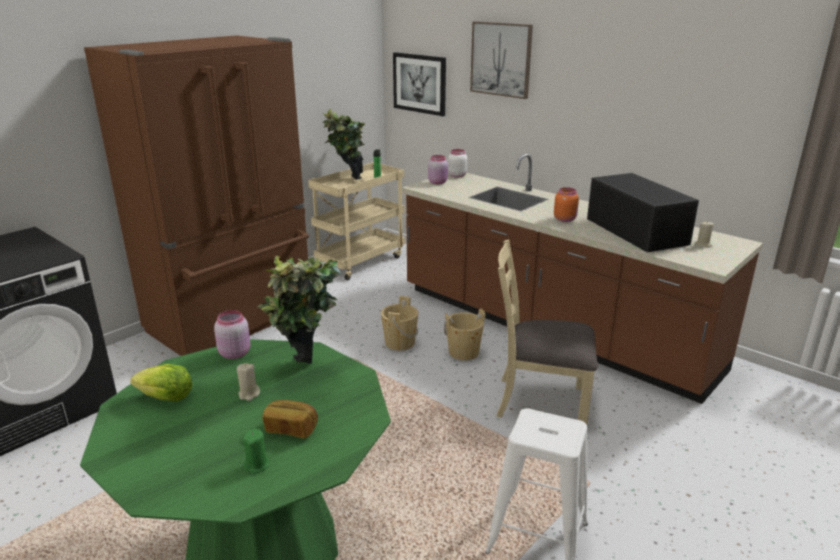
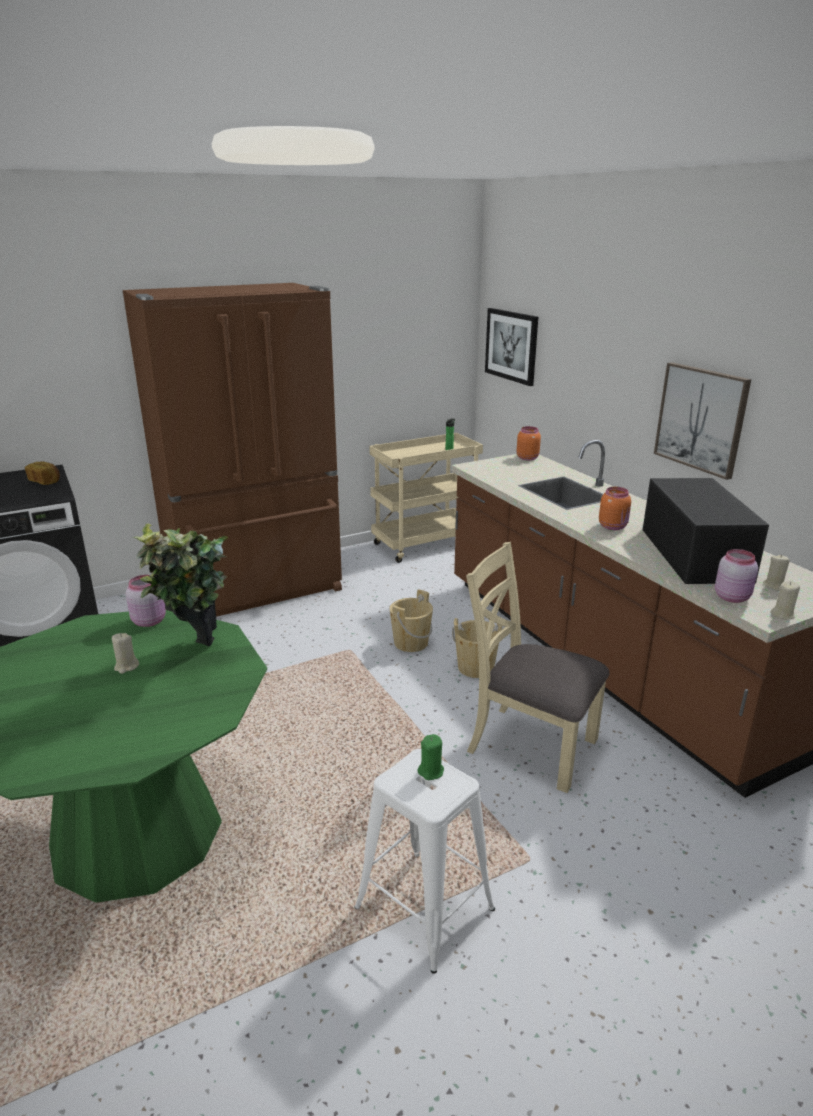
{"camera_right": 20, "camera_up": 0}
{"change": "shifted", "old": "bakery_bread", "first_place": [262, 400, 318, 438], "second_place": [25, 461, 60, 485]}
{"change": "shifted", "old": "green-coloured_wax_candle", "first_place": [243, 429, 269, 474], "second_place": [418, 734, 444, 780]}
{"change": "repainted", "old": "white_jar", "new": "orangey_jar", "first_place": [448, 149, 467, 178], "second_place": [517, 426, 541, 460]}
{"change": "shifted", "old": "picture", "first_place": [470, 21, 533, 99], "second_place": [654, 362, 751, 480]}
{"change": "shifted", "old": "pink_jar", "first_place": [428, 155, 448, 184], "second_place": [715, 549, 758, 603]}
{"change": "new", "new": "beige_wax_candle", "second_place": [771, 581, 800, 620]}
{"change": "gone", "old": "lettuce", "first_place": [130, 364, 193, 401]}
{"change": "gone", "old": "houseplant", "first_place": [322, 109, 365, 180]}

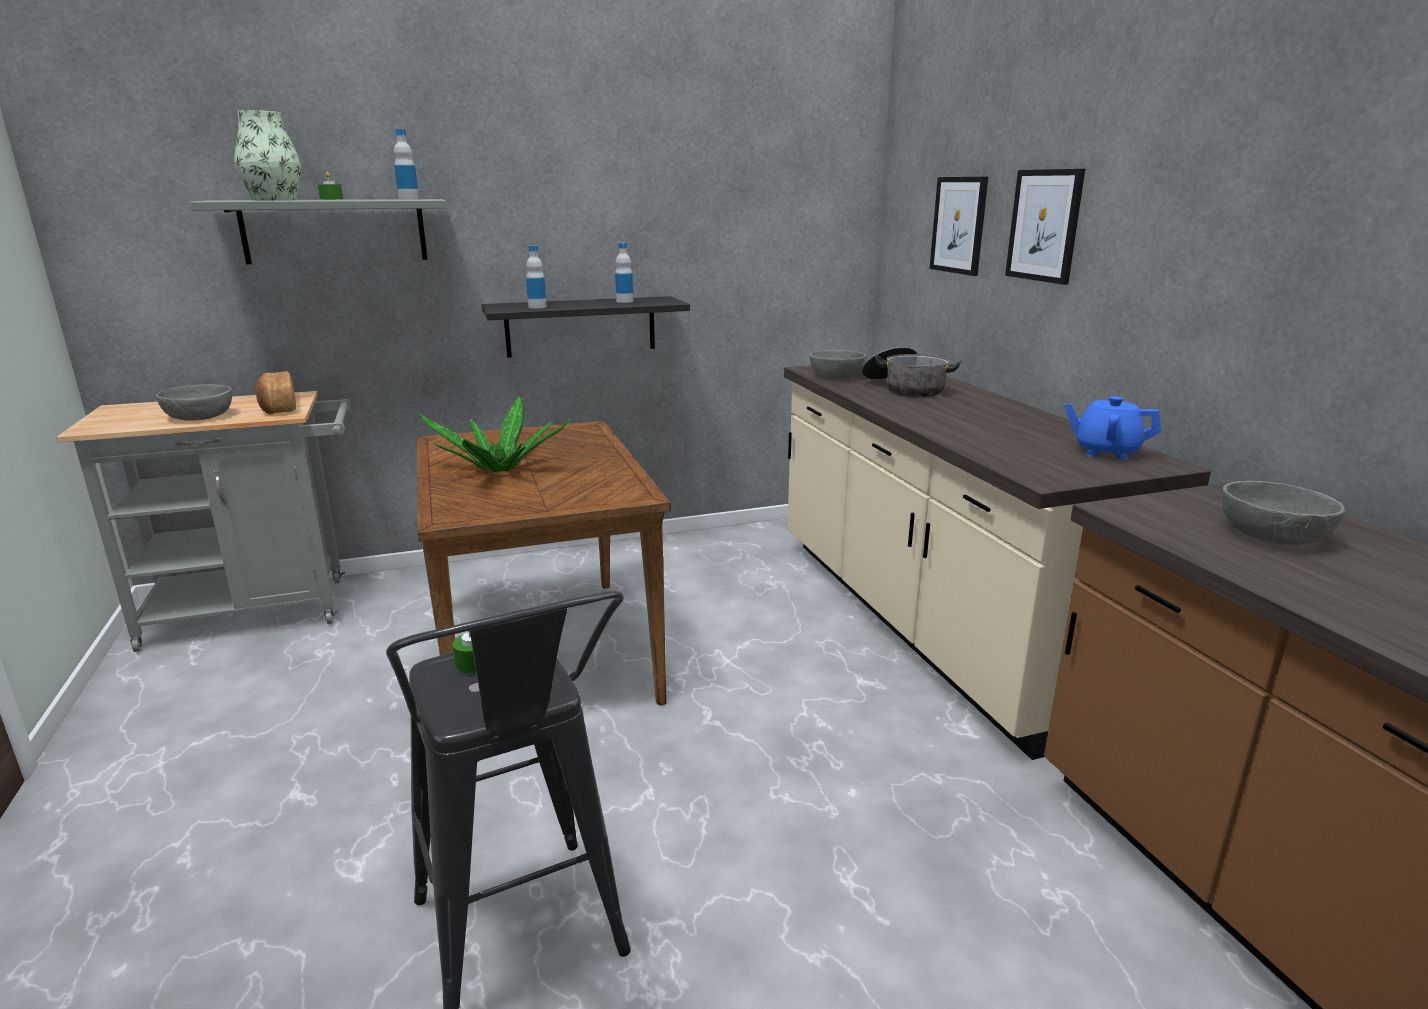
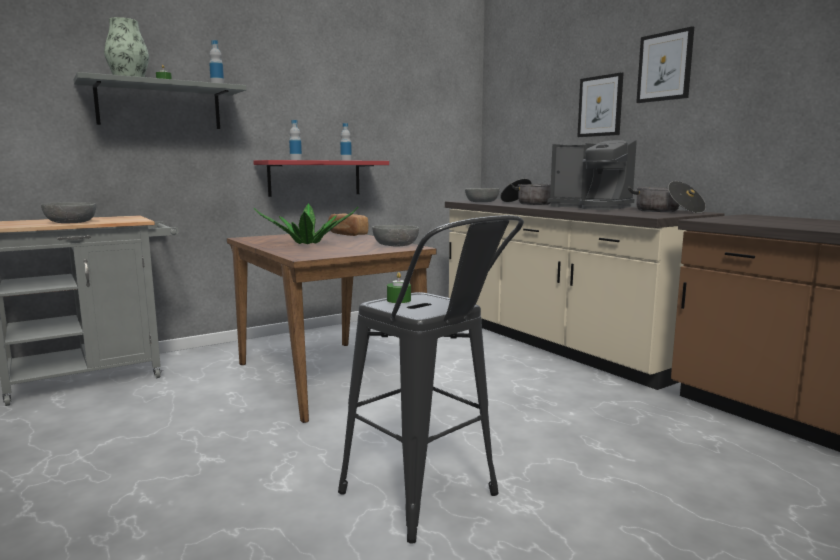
{"camera_right": -15, "camera_up": -10}
{"change": "repainted", "old": "black-coloured_wall_shelf", "new": "red-coloured_wall_shelf", "first_place": [481, 296, 690, 358], "second_place": [253, 160, 389, 197]}
{"change": "shifted", "old": "bakery_bread", "first_place": [255, 371, 296, 414], "second_place": [328, 213, 368, 236]}
{"change": "shifted", "old": "gray_serving_bowl", "first_place": [1222, 481, 1345, 545], "second_place": [372, 225, 419, 247]}
{"change": "new", "new": "coffee_maker", "second_place": [547, 140, 637, 210]}
{"change": "swapped", "old": "blue-coloured_pot_for_tea", "new": "stockpot", "first_place": [1064, 396, 1161, 460], "second_place": [628, 181, 706, 213]}
{"change": "shifted", "old": "picture", "first_place": [930, 177, 988, 276], "second_place": [636, 26, 694, 103]}

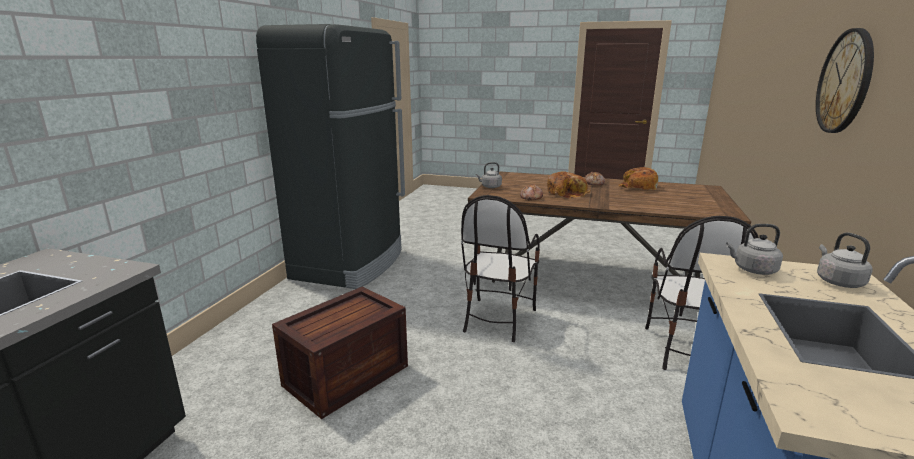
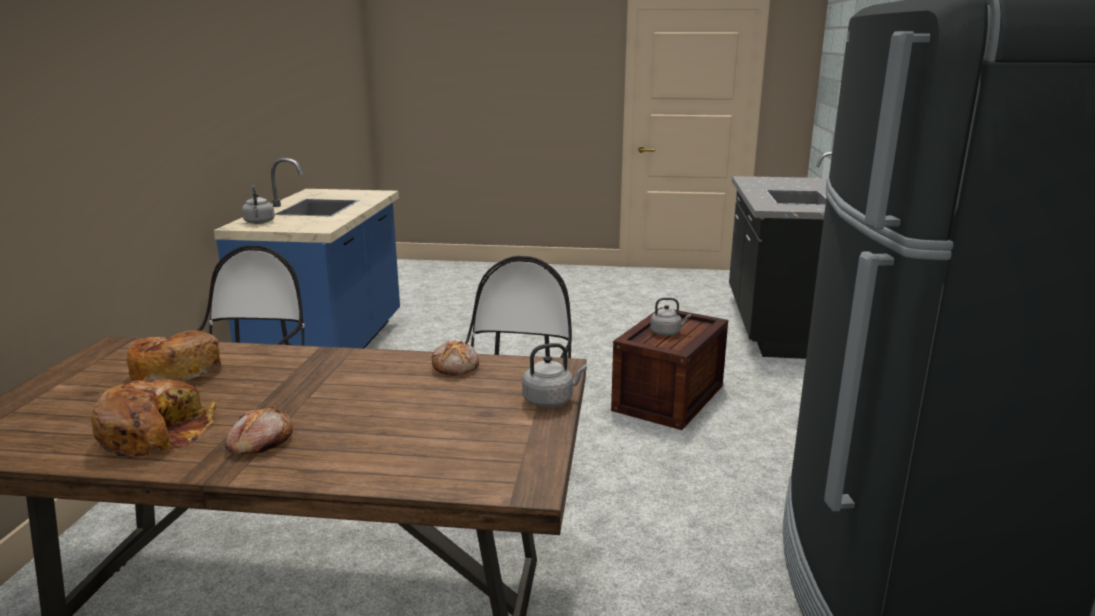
{"camera_right": 170, "camera_up": 0}
{"change": "shifted", "old": "bakery_bread", "first_place": [547, 172, 591, 198], "second_place": [127, 330, 222, 382]}
{"change": "shifted", "old": "gray_kettle", "first_place": [726, 224, 783, 275], "second_place": [650, 298, 691, 336]}
{"change": "gone", "old": "wall_clock", "first_place": [816, 28, 874, 133]}

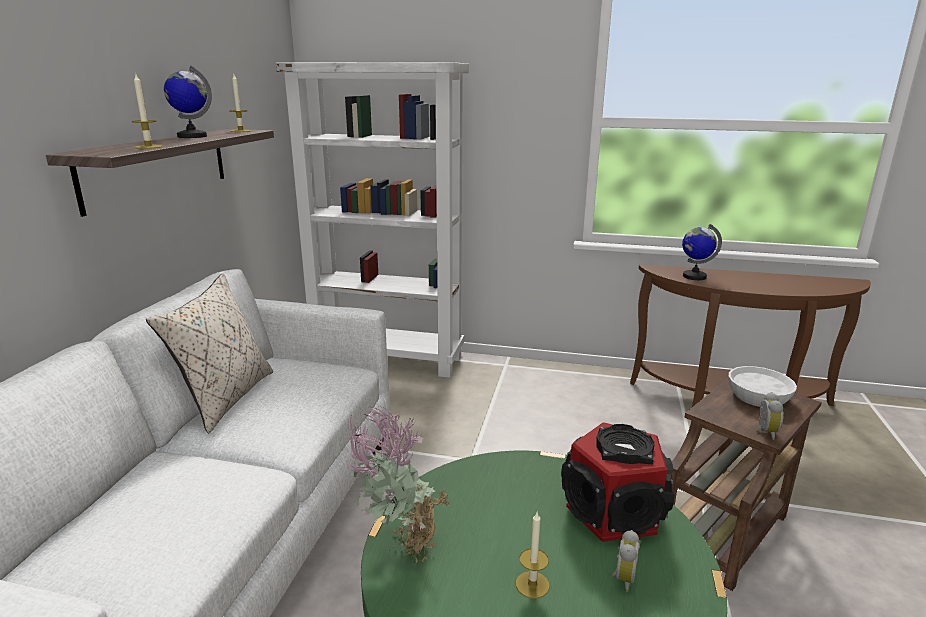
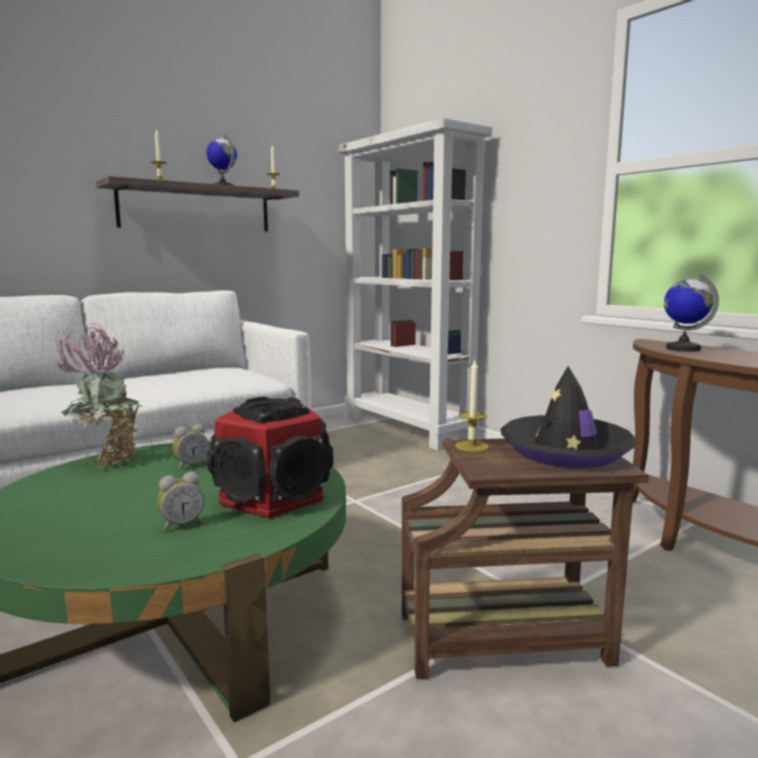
{"camera_right": 40, "camera_up": -10}
{"change": "shifted", "old": "bedside_clock", "first_place": [755, 392, 783, 440], "second_place": [172, 424, 209, 470]}
{"change": "shifted", "old": "wax_candle", "first_place": [516, 512, 550, 599], "second_place": [455, 360, 489, 452]}
{"change": "swapped", "old": "white_serving_bowl", "new": "black-coloured_clothing_hat", "first_place": [729, 366, 797, 407], "second_place": [501, 366, 638, 468]}
{"change": "gone", "old": "beige_pillow", "first_place": [146, 273, 273, 433]}

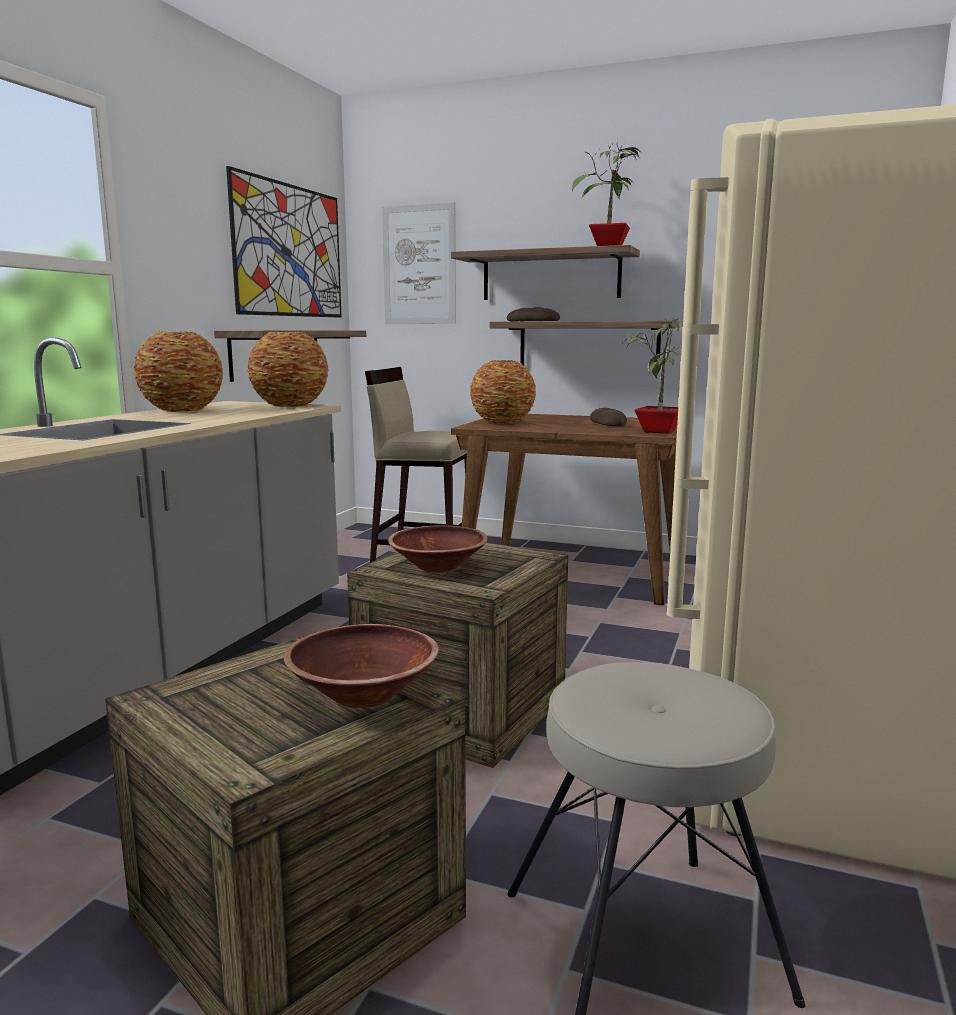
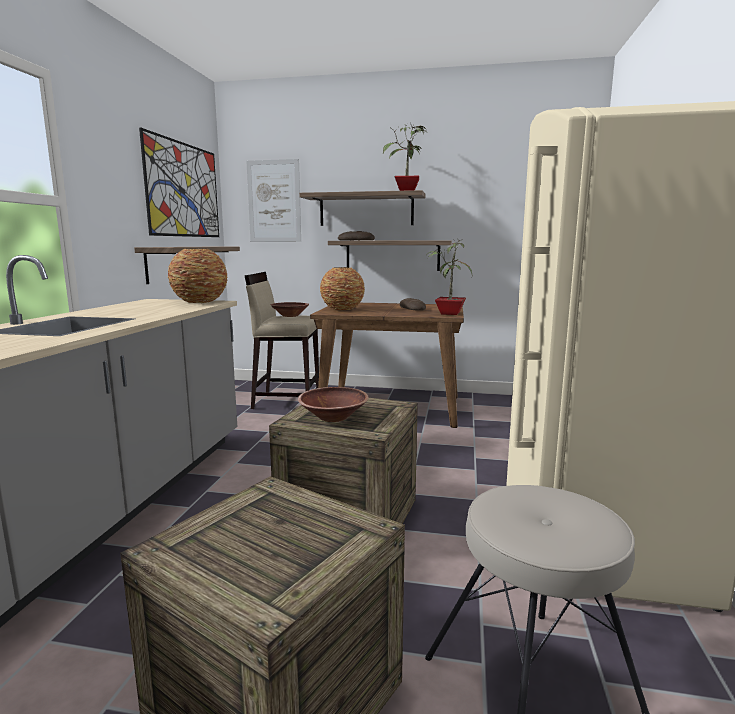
{"camera_right": -10, "camera_up": 0}
{"change": "shifted", "old": "brownish_serving_bowl", "first_place": [284, 624, 439, 708], "second_place": [270, 302, 309, 317]}
{"change": "gone", "old": "flower_vase", "first_place": [134, 332, 223, 412]}

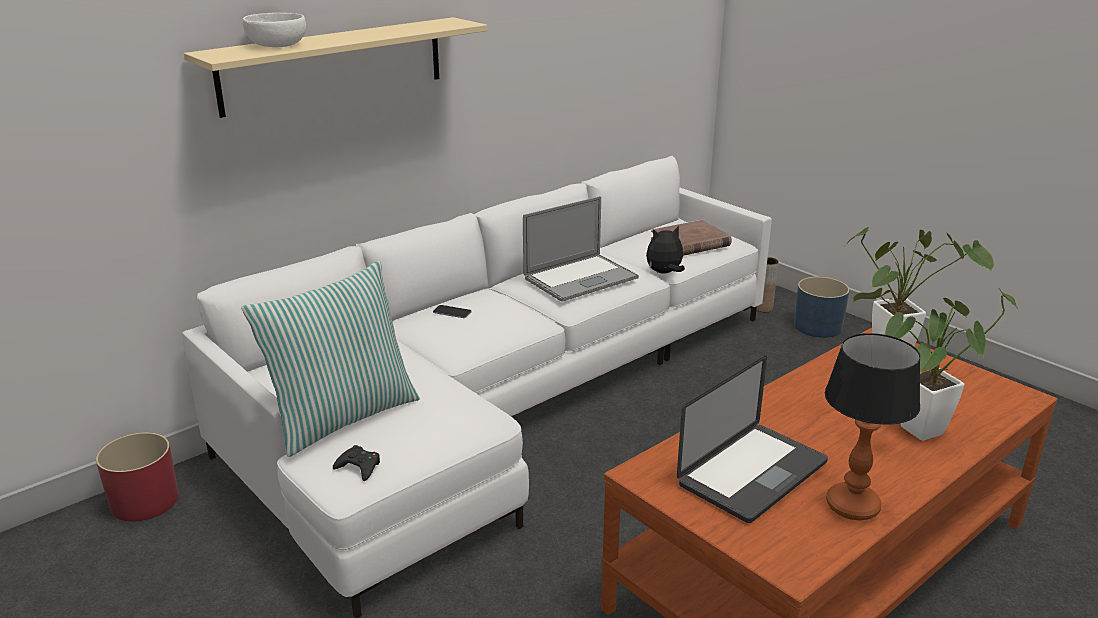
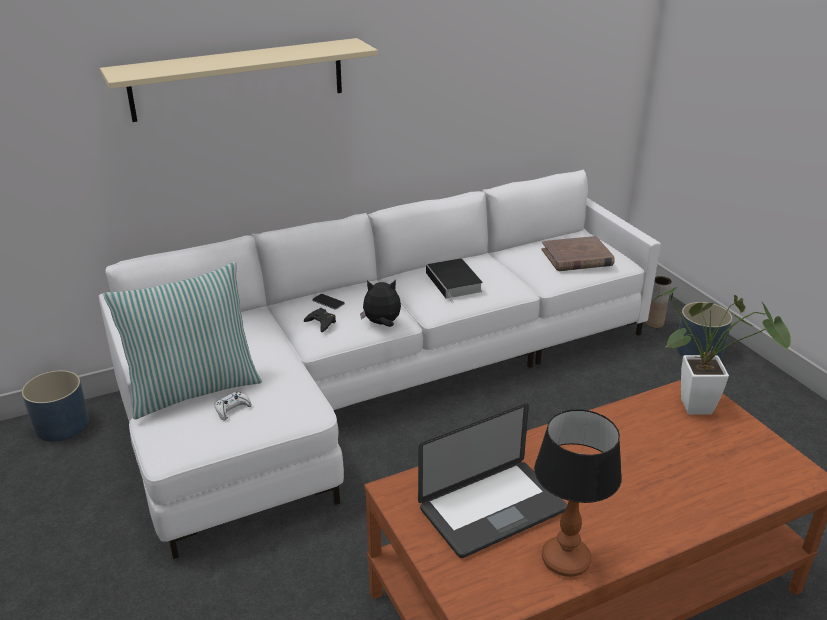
{"camera_right": 15, "camera_up": 5}
{"change": "repainted", "old": "red-coloured_planter", "new": "blue-coloured_planter", "first_place": [96, 432, 179, 522], "second_place": [22, 370, 89, 442]}
{"change": "new", "new": "white_joypad", "second_place": [215, 392, 252, 421]}
{"change": "shifted", "old": "black-coloured_joypad", "first_place": [333, 445, 380, 481], "second_place": [304, 308, 336, 332]}
{"change": "shifted", "old": "cuddly_toy", "first_place": [646, 226, 685, 274], "second_place": [360, 280, 401, 327]}
{"change": "swapped", "old": "laptop", "new": "volume", "first_place": [523, 196, 639, 302], "second_place": [426, 258, 483, 303]}
{"change": "gone", "old": "white_serving_bowl", "first_place": [243, 13, 306, 47]}
{"change": "gone", "old": "houseplant", "first_place": [853, 288, 1019, 441]}

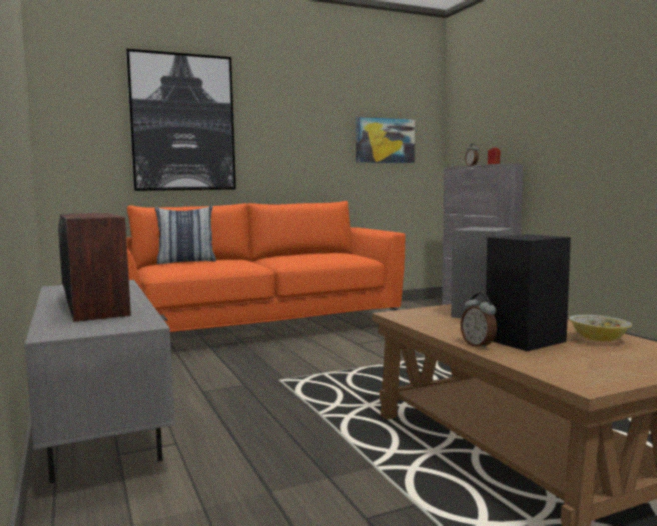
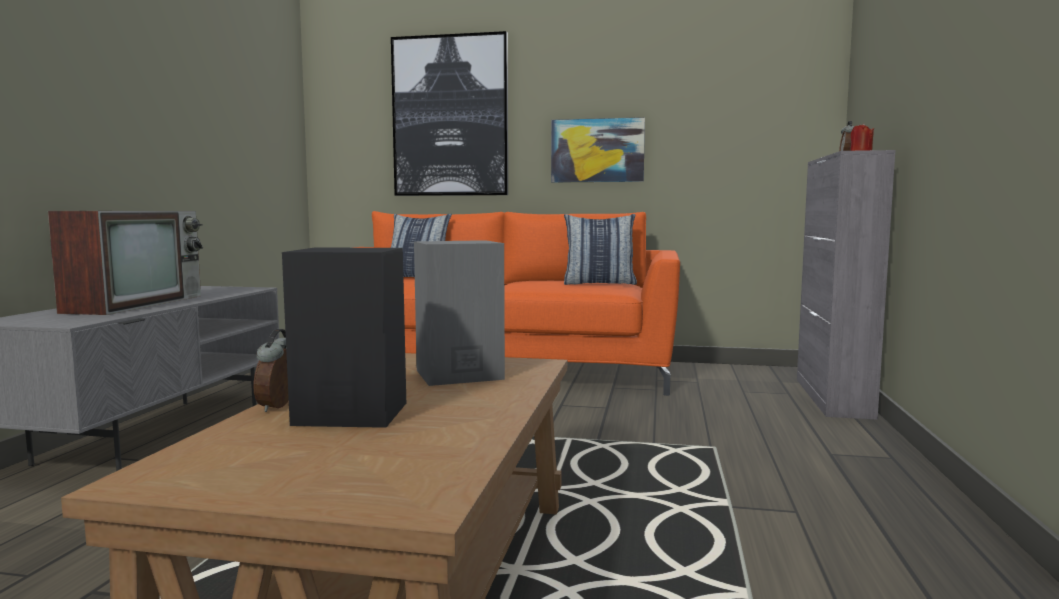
{"camera_right": 35, "camera_up": 0}
{"change": "shifted", "old": "picture", "first_place": [356, 117, 415, 163], "second_place": [551, 117, 645, 182]}
{"change": "new", "new": "pillow", "second_place": [564, 214, 637, 285]}
{"change": "gone", "old": "serving_bowl", "first_place": [569, 315, 632, 342]}

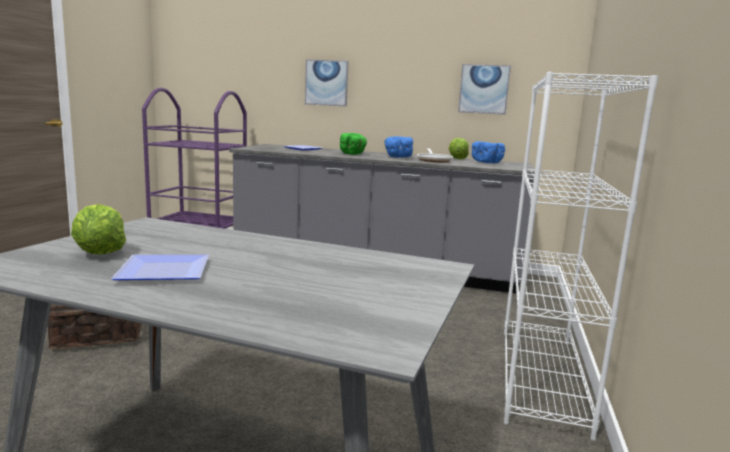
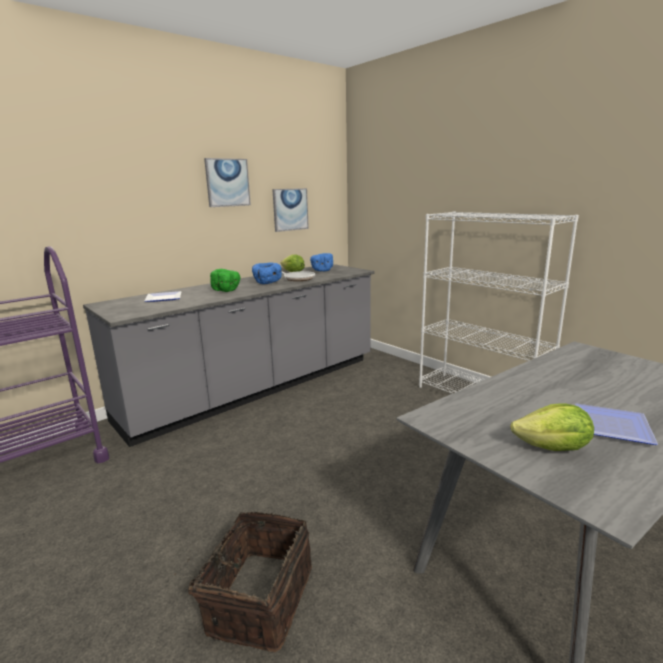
{"camera_right": -55, "camera_up": 5}
{"change": "shifted", "old": "picture", "first_place": [305, 59, 349, 107], "second_place": [204, 158, 251, 207]}

